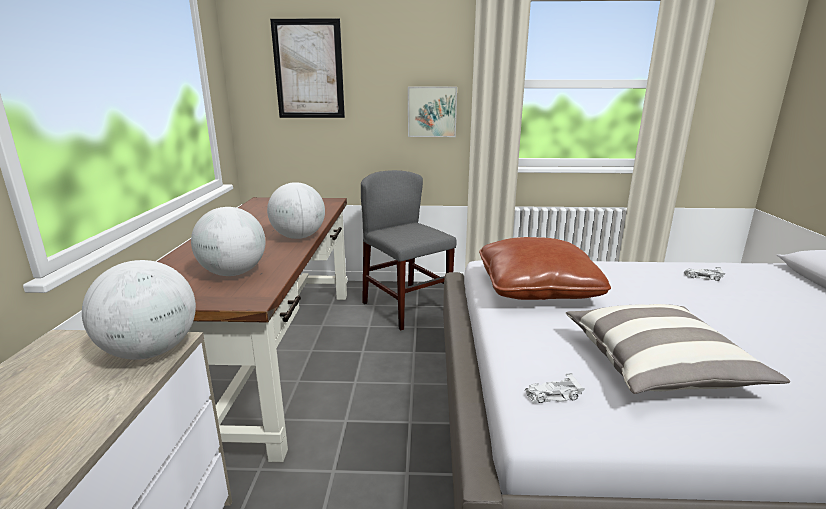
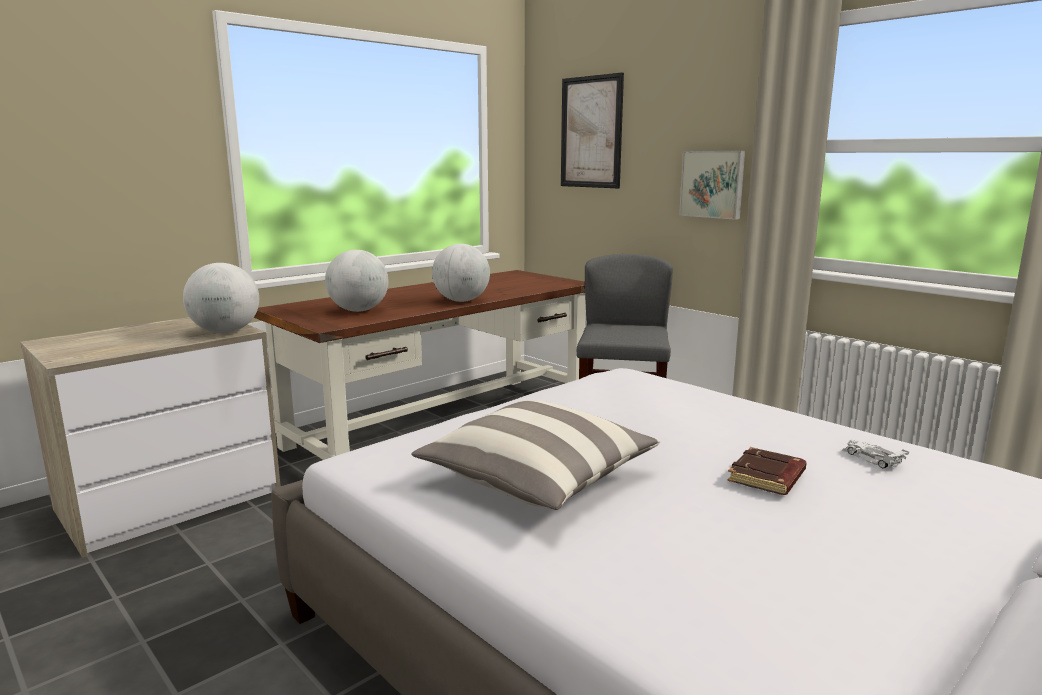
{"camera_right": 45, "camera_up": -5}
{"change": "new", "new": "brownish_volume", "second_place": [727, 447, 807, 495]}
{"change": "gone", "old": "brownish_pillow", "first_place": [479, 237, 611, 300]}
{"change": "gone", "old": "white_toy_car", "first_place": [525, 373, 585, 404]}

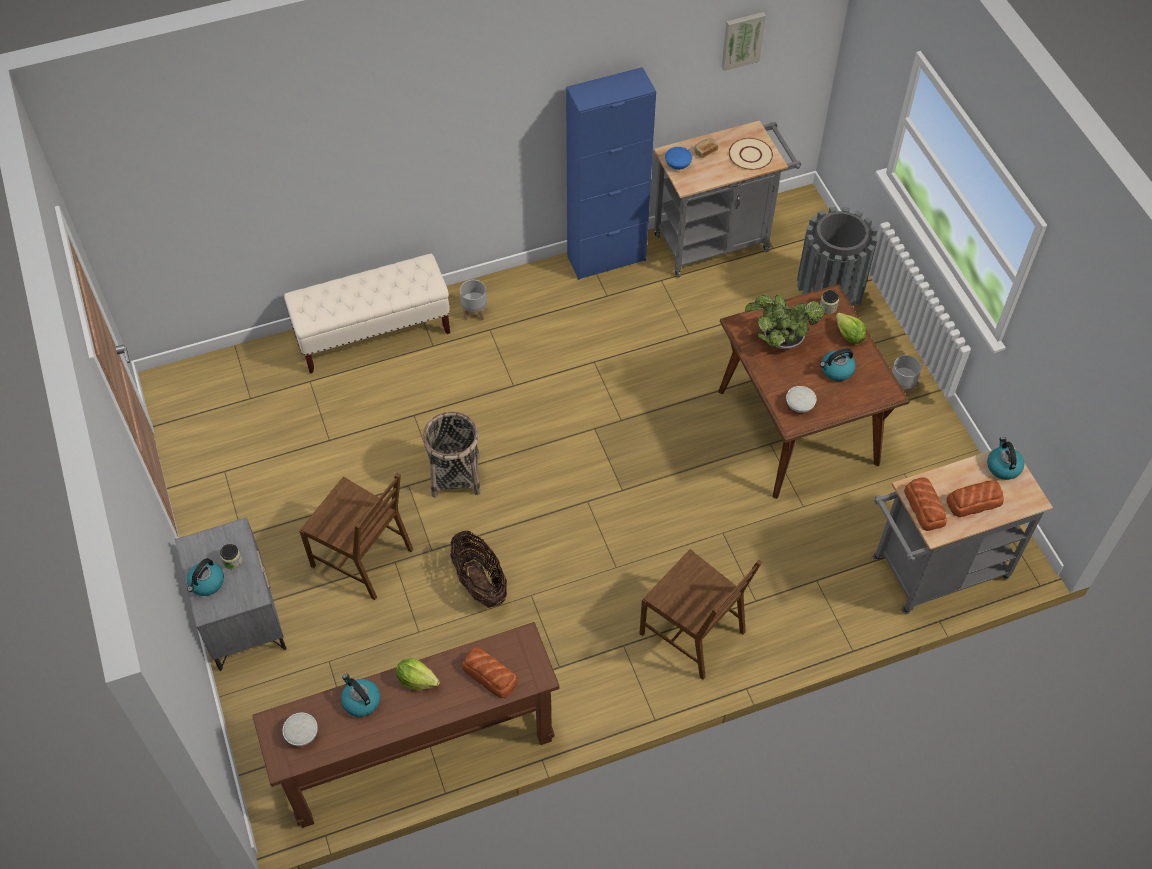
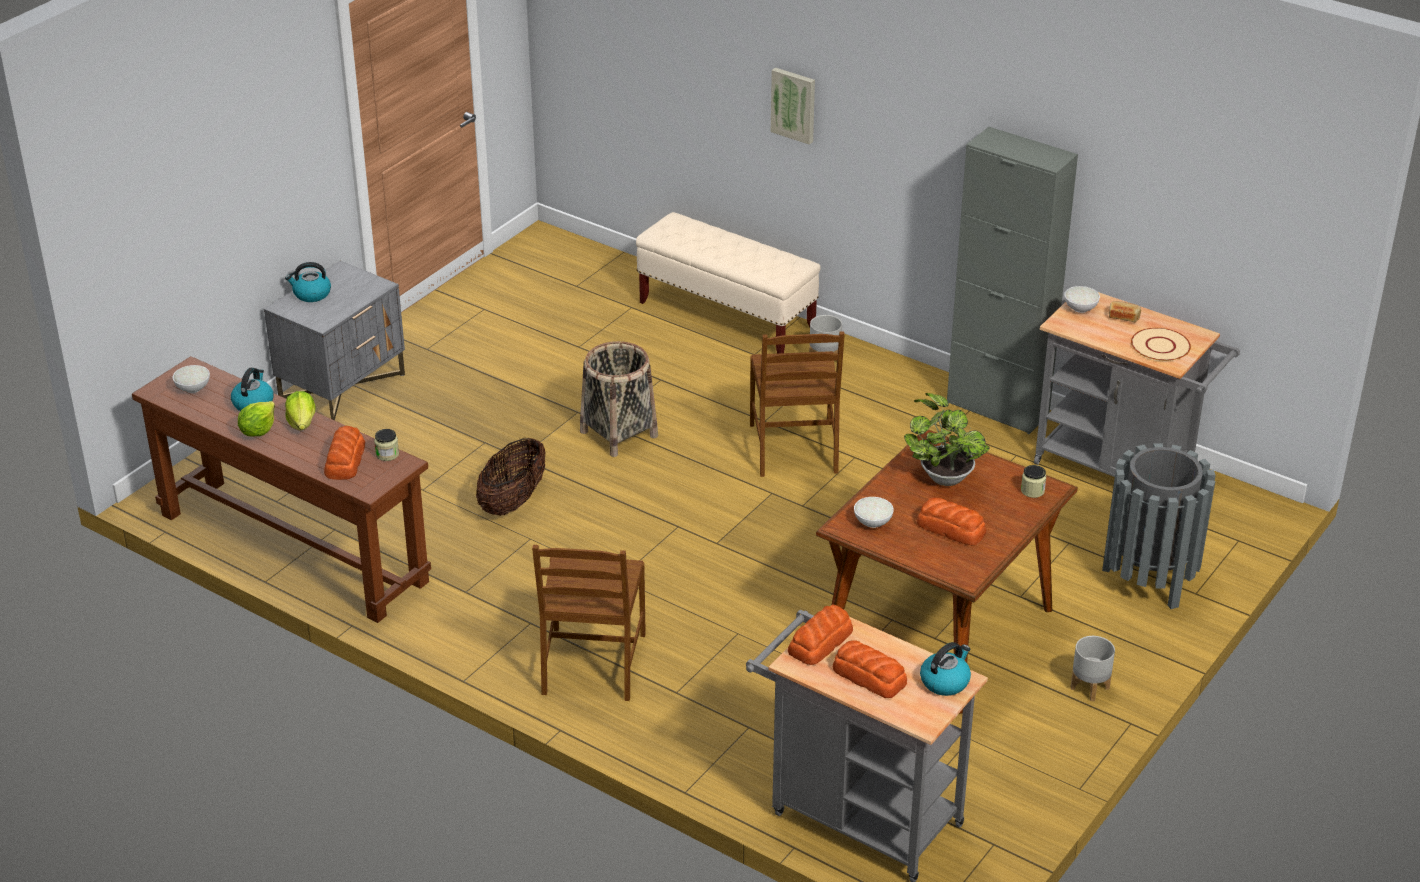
{"camera_right": 55, "camera_up": -20}
{"change": "shifted", "old": "lettuce", "first_place": [836, 312, 866, 344], "second_place": [238, 401, 275, 436]}
{"change": "shifted", "old": "jar", "first_place": [220, 544, 243, 569], "second_place": [374, 429, 399, 461]}
{"change": "shifted", "old": "brownish_upright_chair", "first_place": [299, 473, 413, 600], "second_place": [750, 331, 845, 477]}
{"change": "shifted", "old": "picture", "first_place": [722, 12, 766, 71], "second_place": [771, 68, 815, 145]}
{"change": "swapped", "old": "kettle", "new": "bakery_bread", "first_place": [820, 348, 856, 381], "second_place": [917, 498, 986, 545]}
{"change": "repainted", "old": "blue-coloured_cupboard", "new": "gray_cupboard", "first_place": [566, 67, 656, 280], "second_place": [947, 127, 1078, 434]}
{"change": "repainted", "old": "blue-coloured_serving_bowl", "new": "white_serving_bowl", "first_place": [665, 147, 692, 170], "second_place": [1064, 286, 1100, 313]}

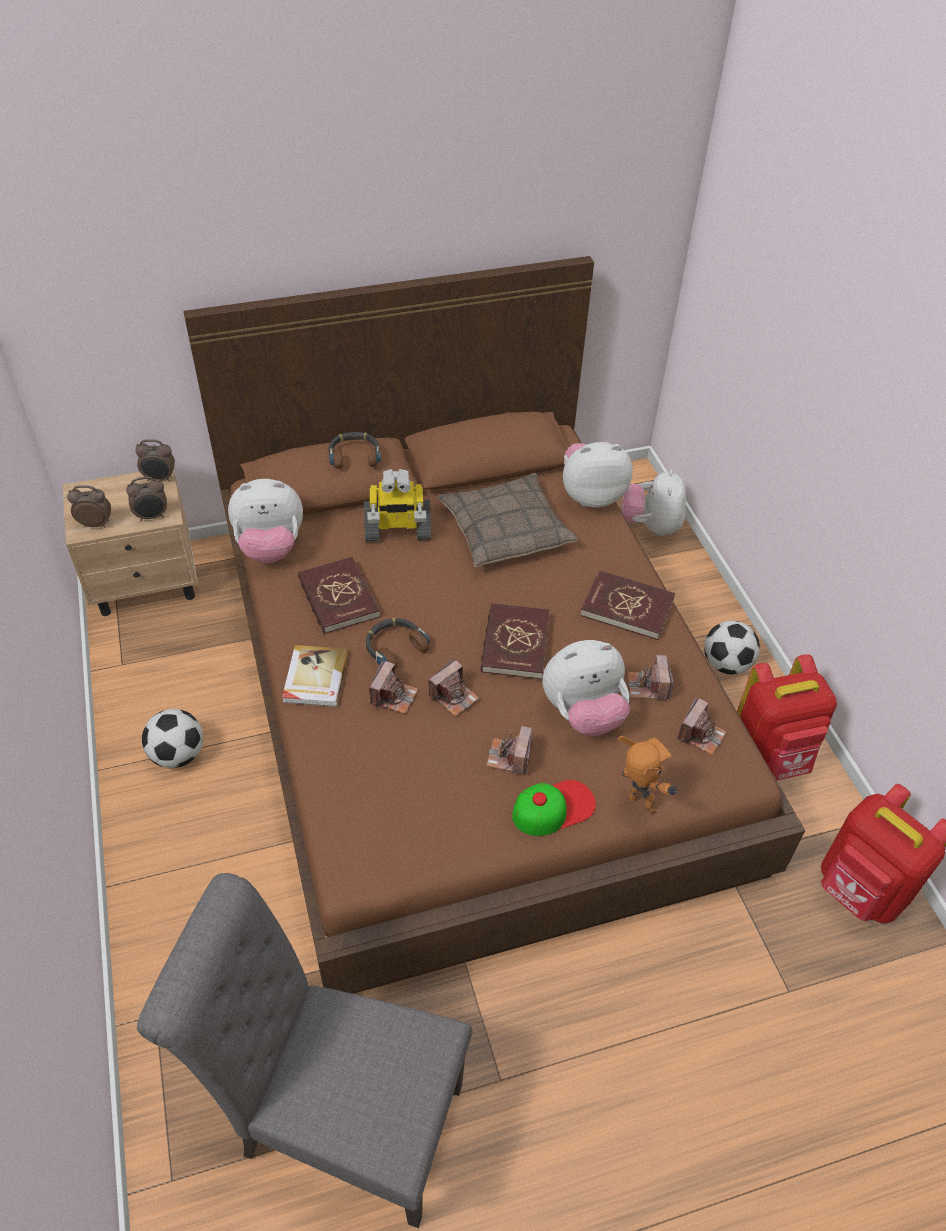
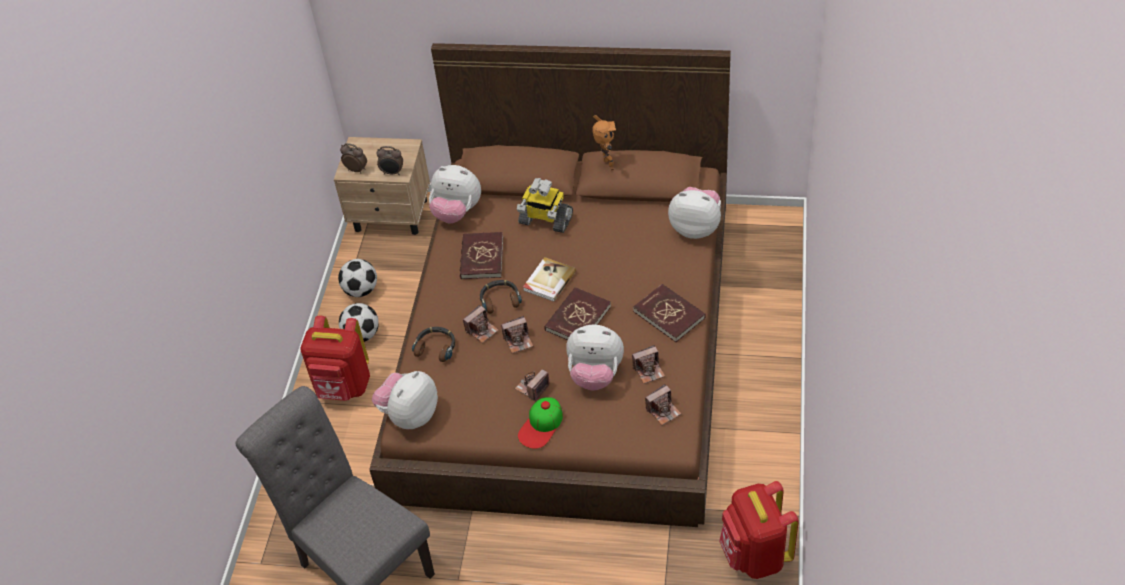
{"camera_right": 30, "camera_up": 0}
{"change": "shifted", "old": "red-coloured_rucksack", "first_place": [737, 654, 837, 780], "second_place": [300, 315, 370, 401]}
{"change": "shifted", "old": "ball_for_football", "first_place": [704, 621, 760, 674], "second_place": [338, 259, 377, 297]}
{"change": "shifted", "old": "cuddly_toy", "first_place": [621, 469, 686, 536], "second_place": [372, 371, 438, 429]}
{"change": "shifted", "old": "pair_of_headphones", "first_place": [328, 432, 381, 469], "second_place": [412, 327, 455, 362]}
{"change": "rotated", "old": "baseball_cap", "first_place": [512, 780, 596, 836], "second_place": [518, 397, 563, 449], "degrees": 120}
{"change": "shifted", "old": "volume", "first_place": [282, 645, 348, 707], "second_place": [523, 257, 576, 302]}
{"change": "shifted", "old": "model_robot", "first_place": [618, 736, 679, 814], "second_place": [593, 115, 616, 170]}
{"change": "rotated", "old": "photo_camera", "first_place": [628, 655, 674, 700], "second_place": [632, 345, 665, 384], "degrees": -135}
{"change": "gone", "old": "bedside_clock", "first_place": [135, 439, 175, 482]}
{"change": "gone", "old": "pillow", "first_place": [438, 473, 578, 567]}

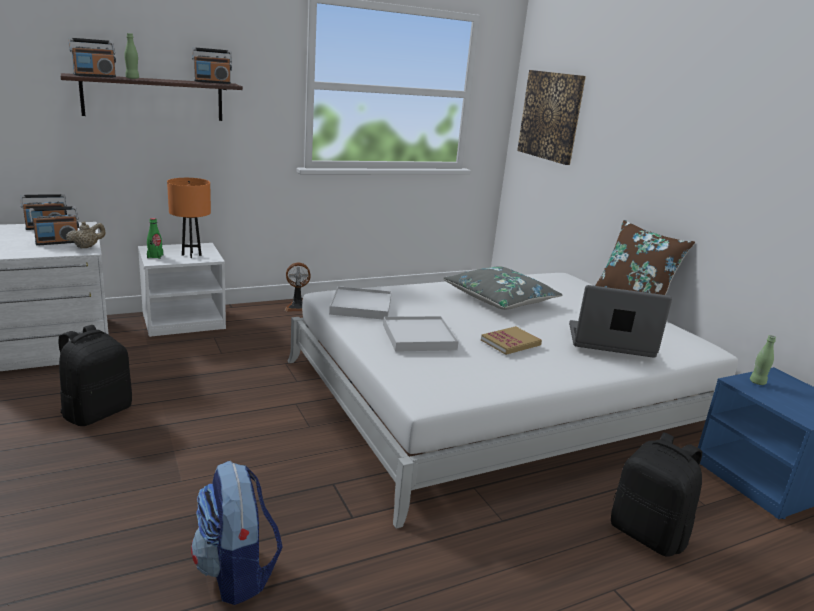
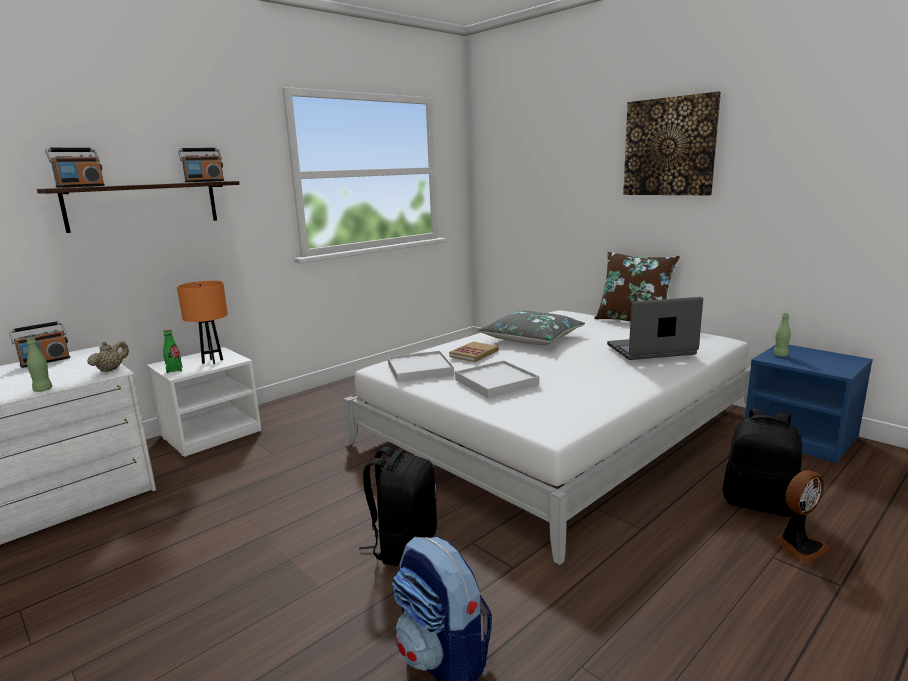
{"camera_right": -15, "camera_up": -5}
{"change": "shifted", "old": "green-coloured_drink_bottle", "first_place": [124, 33, 139, 79], "second_place": [26, 337, 52, 392]}
{"change": "shifted", "old": "black-coloured_rucksack", "first_place": [59, 325, 132, 426], "second_place": [359, 447, 437, 566]}
{"change": "shifted", "old": "volume", "first_place": [481, 326, 542, 355], "second_place": [449, 342, 499, 362]}
{"change": "shifted", "old": "picture", "first_place": [517, 70, 586, 165], "second_place": [623, 92, 721, 195]}
{"change": "shifted", "old": "electric_fan", "first_place": [284, 263, 310, 311], "second_place": [776, 470, 830, 564]}
{"change": "gone", "old": "radio_set", "first_place": [29, 206, 79, 246]}

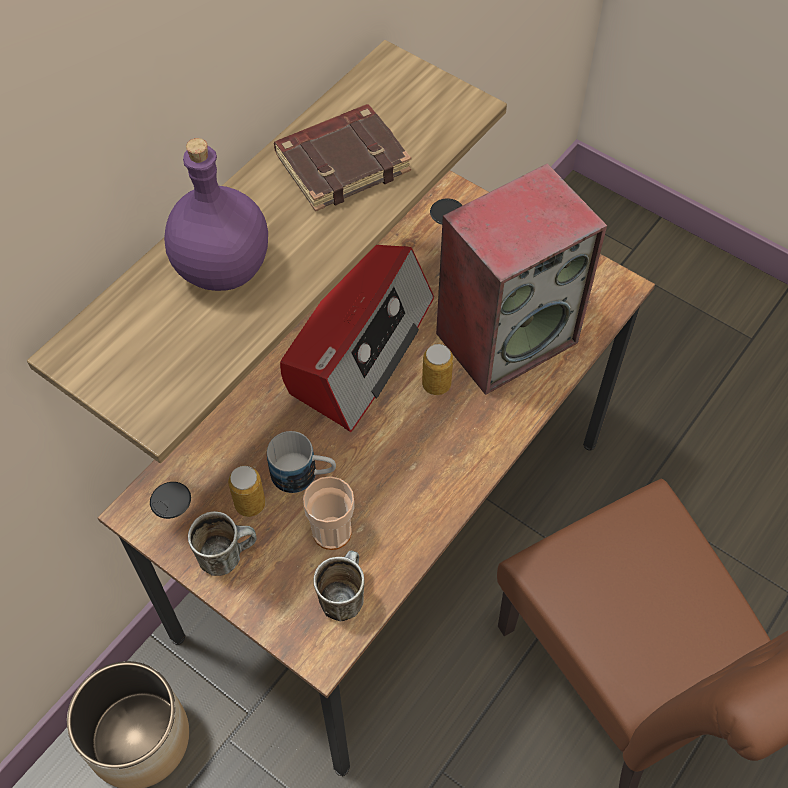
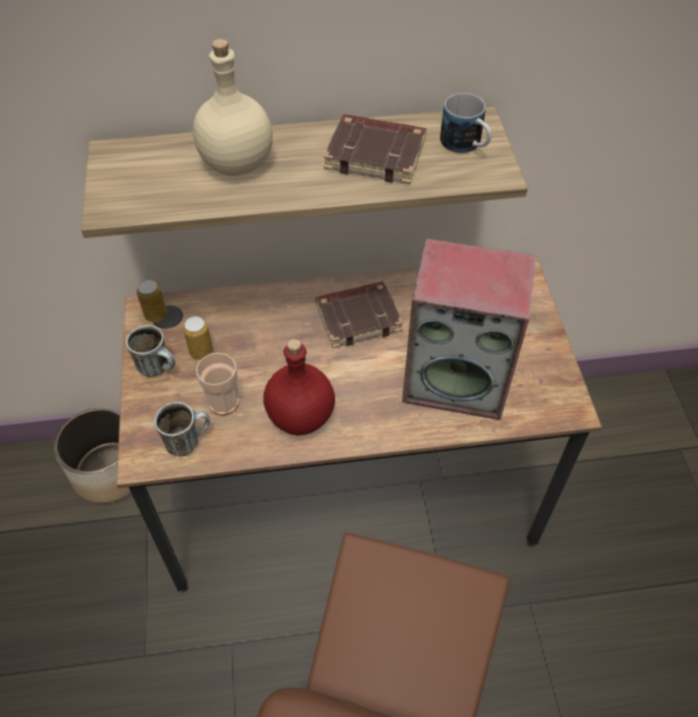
{"camera_right": 45, "camera_up": -5}
{"change": "shifted", "old": "sealed_can", "first_place": [422, 344, 453, 395], "second_place": [137, 279, 167, 323]}
{"change": "repainted", "old": "purple_drink_bottle", "new": "beige_drink_bottle", "first_place": [164, 138, 268, 291], "second_place": [193, 39, 273, 176]}
{"change": "new", "new": "red-coloured_drink_bottle", "second_place": [263, 339, 335, 435]}
{"change": "swapped", "old": "radio_set", "new": "brownish_volume", "first_place": [280, 245, 434, 432], "second_place": [316, 281, 403, 348]}
{"change": "shifted", "old": "coffee_mug", "first_place": [267, 431, 336, 493], "second_place": [440, 93, 492, 153]}

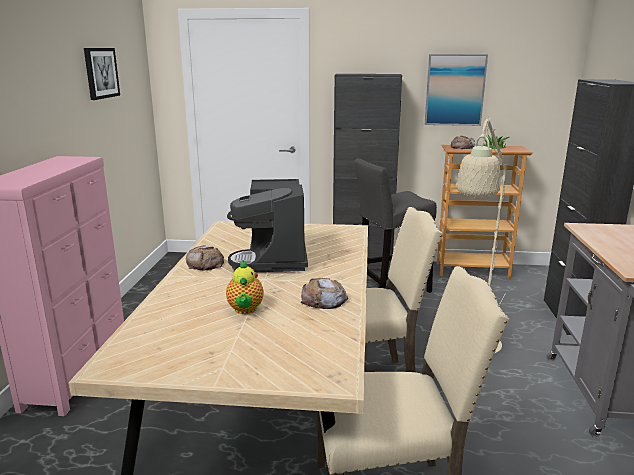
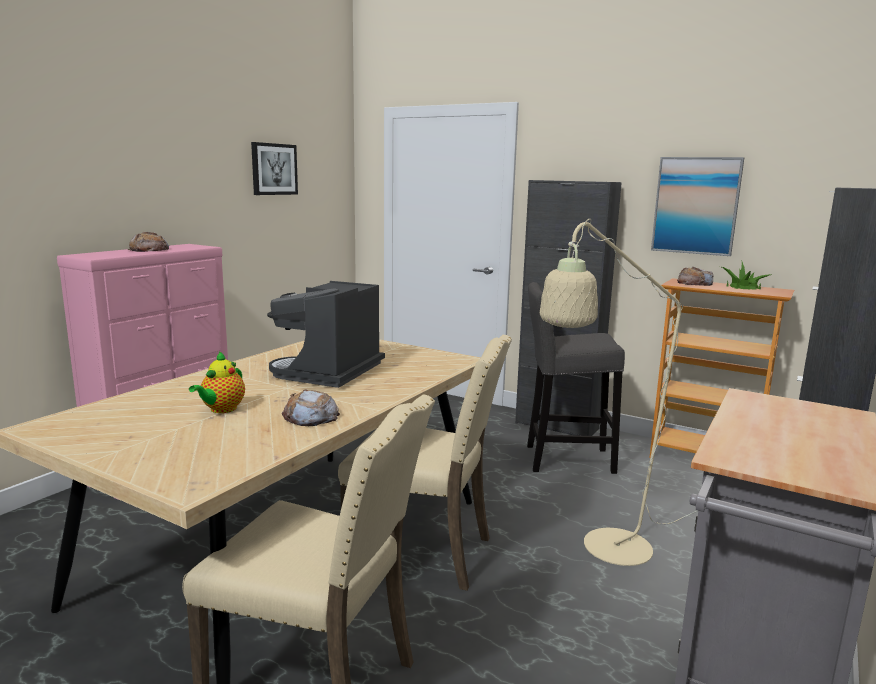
{"camera_right": 25, "camera_up": -5}
{"change": "shifted", "old": "bakery_bread", "first_place": [186, 245, 224, 271], "second_place": [128, 232, 169, 252]}

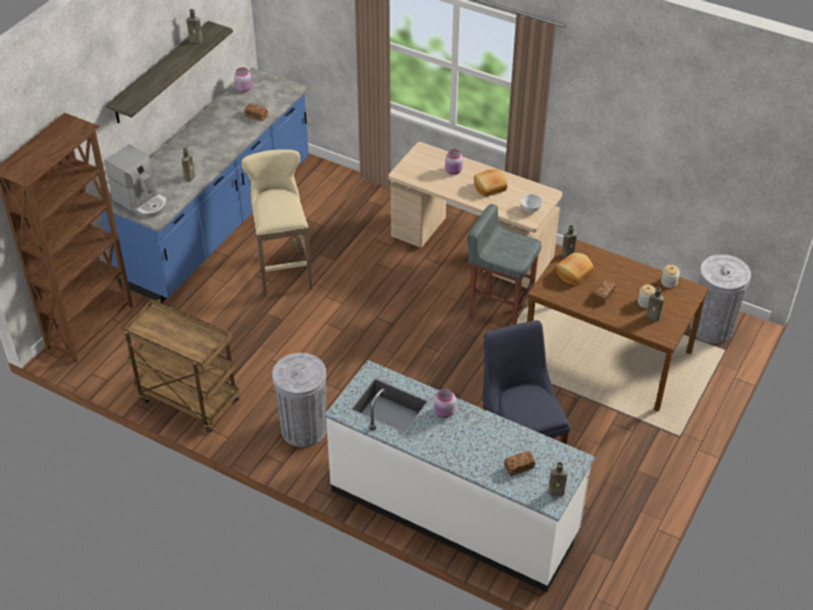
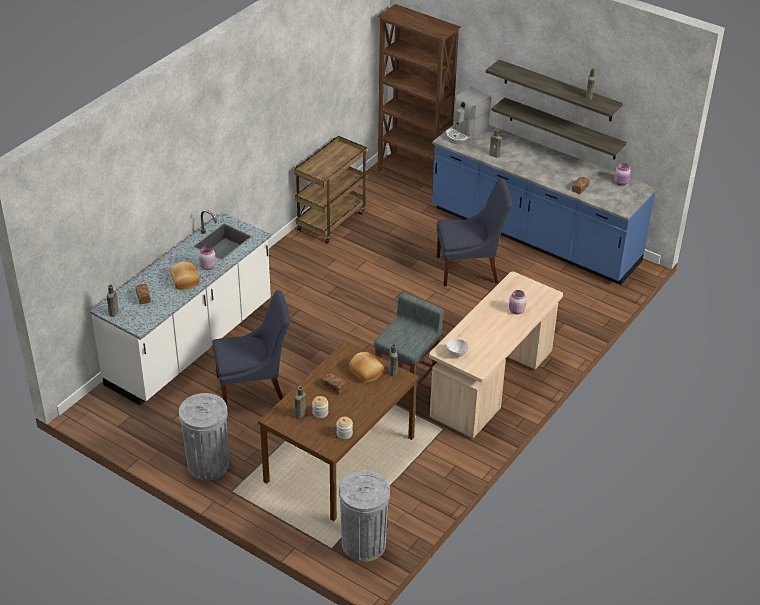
{"camera_right": 95, "camera_up": -5}
{"change": "shifted", "old": "bakery_bread", "first_place": [474, 169, 508, 197], "second_place": [170, 261, 200, 289]}
{"change": "shifted", "old": "gray_trash_can", "first_place": [272, 353, 327, 447], "second_place": [179, 393, 229, 480]}
{"change": "swapped", "old": "beige_stool", "new": "blue-coloured_upright_chair", "first_place": [241, 149, 313, 297], "second_place": [436, 179, 513, 286]}
{"change": "new", "new": "wall_shelf", "second_place": [491, 97, 626, 160]}

